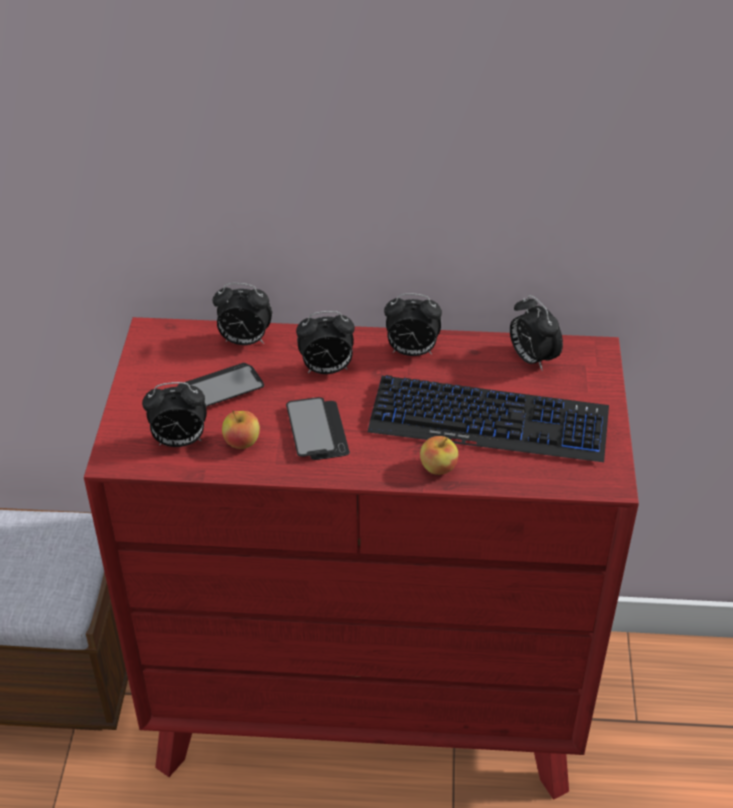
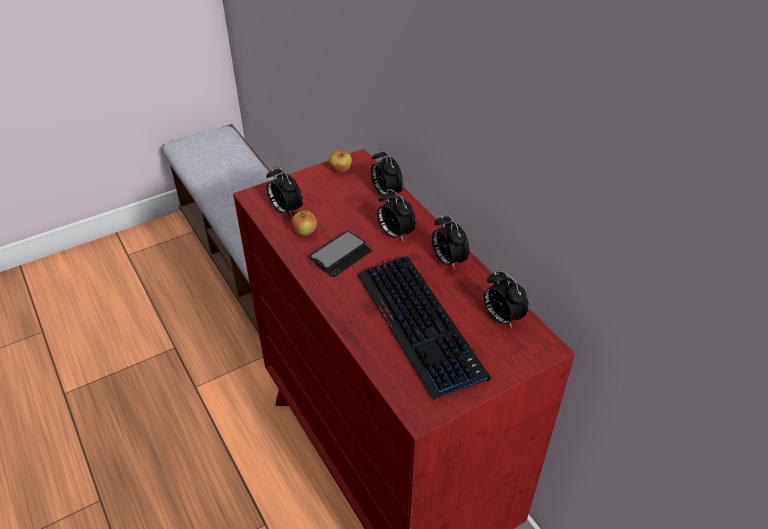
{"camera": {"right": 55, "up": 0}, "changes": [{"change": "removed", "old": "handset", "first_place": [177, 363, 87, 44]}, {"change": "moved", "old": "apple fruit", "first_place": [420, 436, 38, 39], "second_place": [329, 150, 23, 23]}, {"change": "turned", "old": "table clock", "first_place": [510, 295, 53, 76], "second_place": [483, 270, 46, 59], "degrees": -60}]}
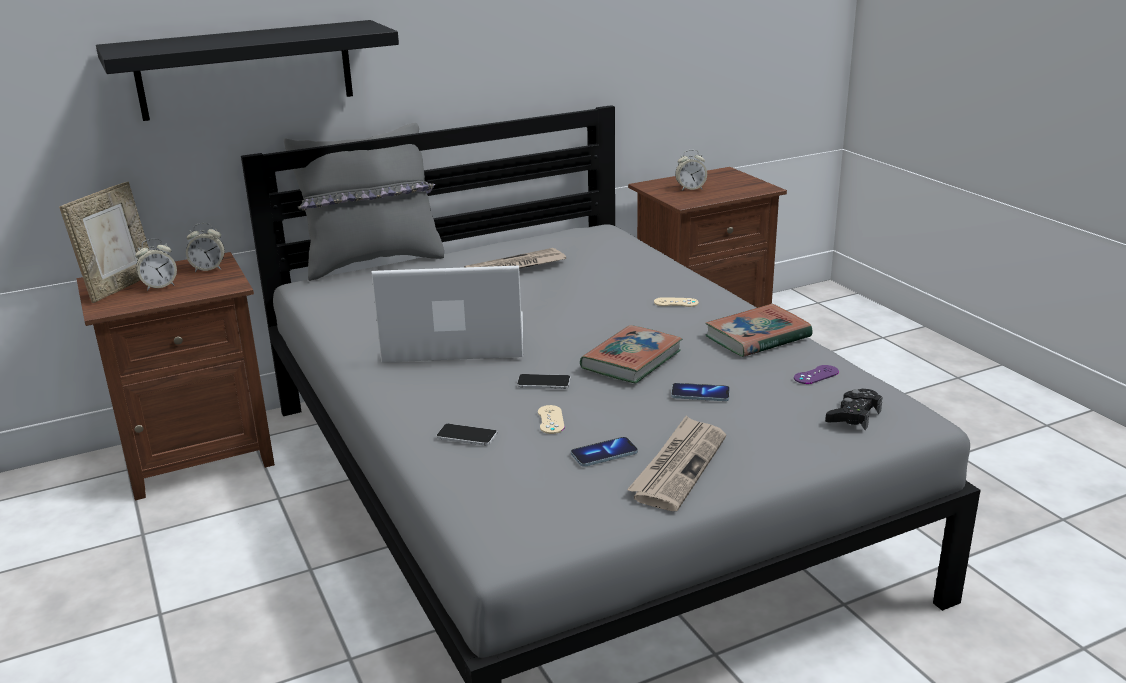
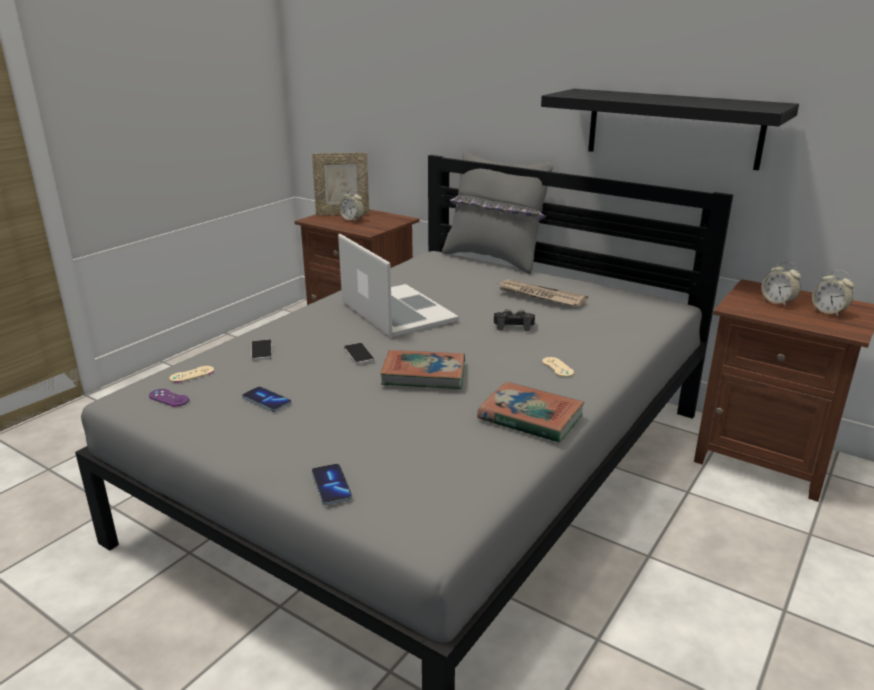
{"camera": {"right": 60, "up": 0}, "changes": [{"change": "moved", "old": "black-coloured bracket shelf", "first_place": [96, 20, 303, 101], "second_place": [541, 89, 258, 82]}, {"change": "moved", "old": "table clock", "first_place": [186, 223, 39, 49], "second_place": [812, 270, 42, 47]}, {"change": "moved", "old": "beige-coloured joypad", "first_place": [538, 405, 27, 29], "second_place": [169, 366, 45, 16]}, {"change": "removed", "old": "printed paper", "first_place": [627, 415, 99, 96]}, {"change": "moved", "old": "handset", "first_place": [671, 383, 59, 18], "second_place": [311, 464, 41, 41]}, {"change": "moved", "old": "purplish joypad", "first_place": [794, 365, 45, 19], "second_place": [149, 389, 40, 17]}, {"change": "moved", "old": "black-coloured joypad", "first_place": [825, 388, 57, 42], "second_place": [494, 309, 41, 22]}]}
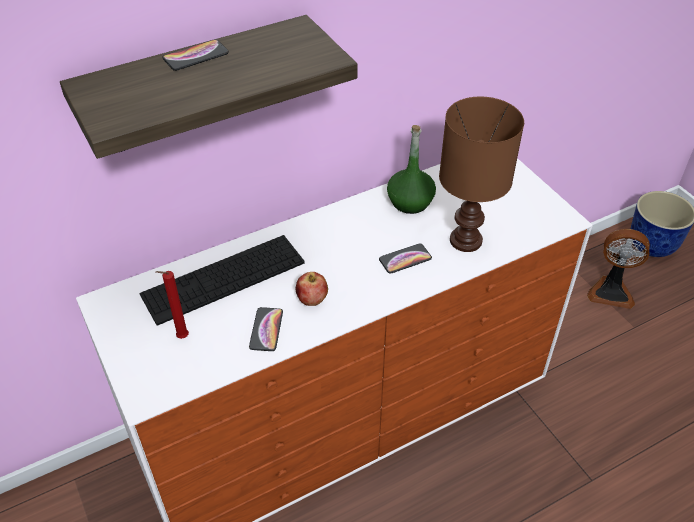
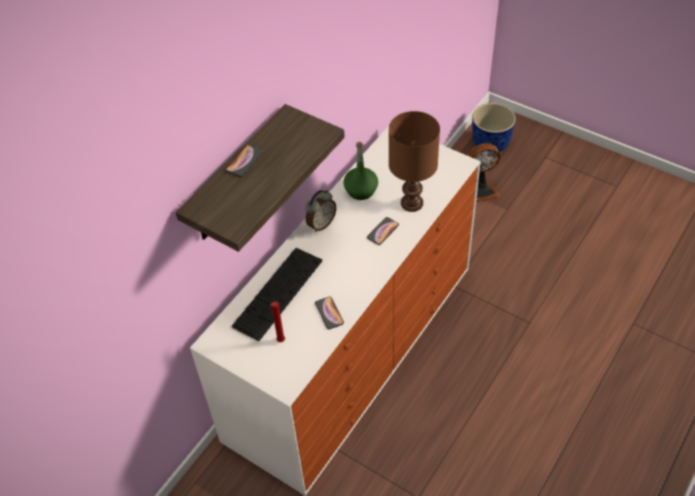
{"camera": {"right": -25, "up": 5}, "changes": [{"change": "removed", "old": "apple fruit", "first_place": [296, 272, 32, 34]}, {"change": "added", "new": "table clock", "second_place": [306, 190, 30, 42]}]}
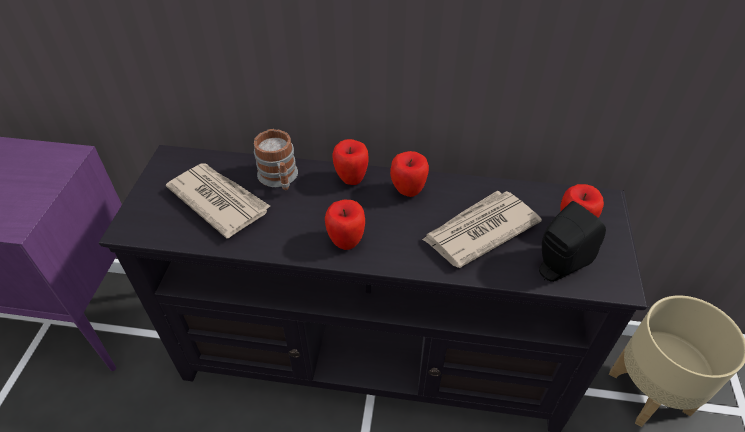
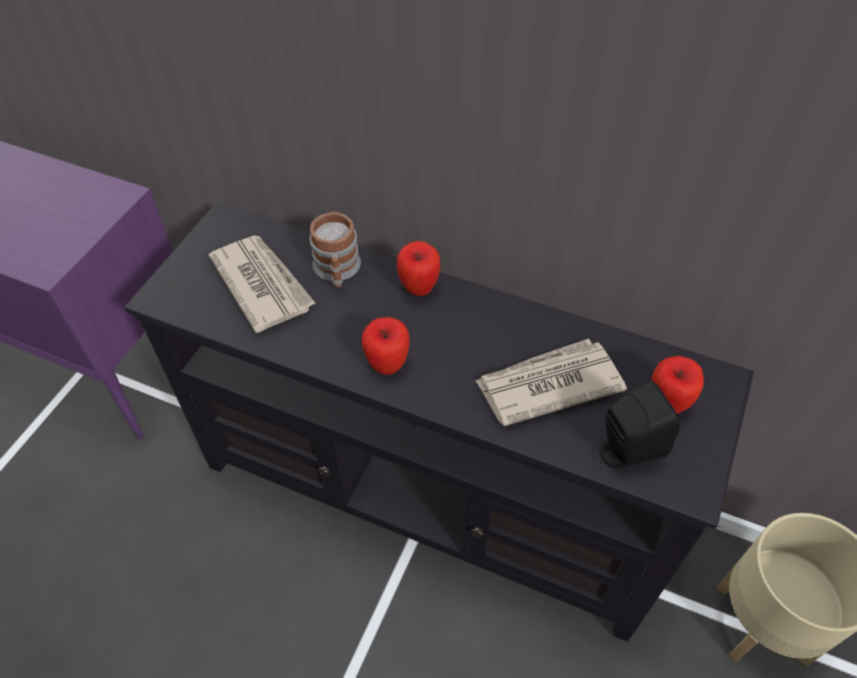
{"camera": {"right": 15, "up": 5}, "changes": [{"change": "removed", "old": "apple fruit", "first_place": [390, 151, 39, 46]}]}
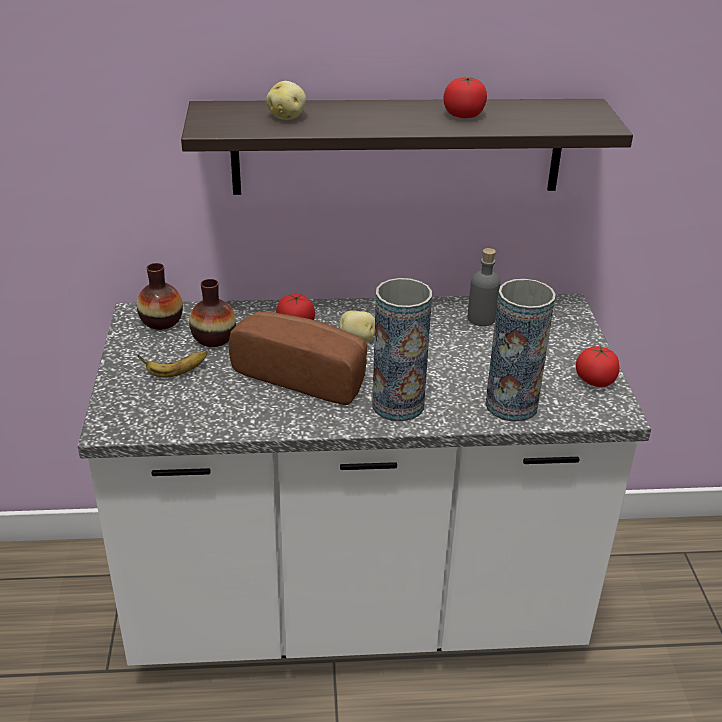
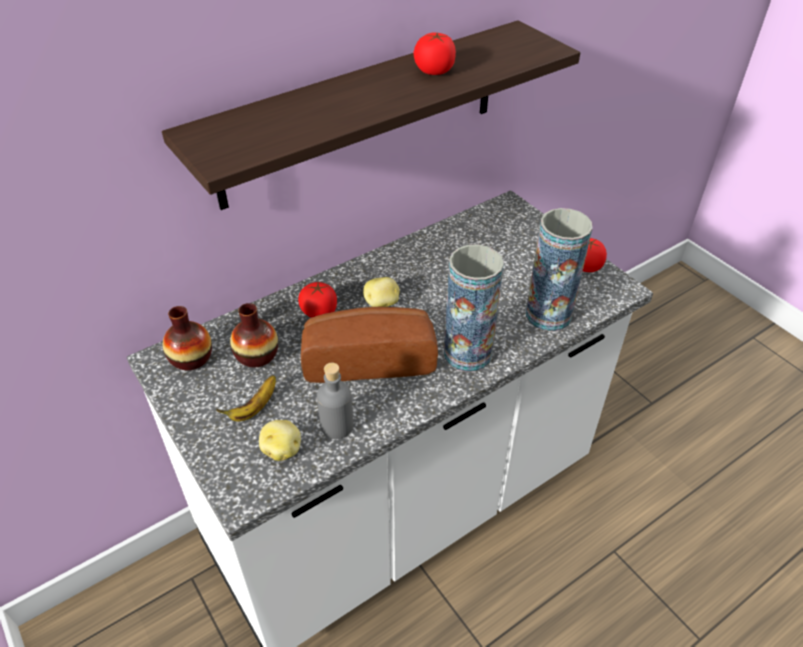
{"camera": {"right": -30, "up": 10}, "changes": [{"change": "moved", "old": "spud", "first_place": [266, 81, 40, 39], "second_place": [259, 420, 42, 41]}, {"change": "moved", "old": "greyish drink bottle", "first_place": [468, 248, 33, 78], "second_place": [317, 363, 36, 76]}]}
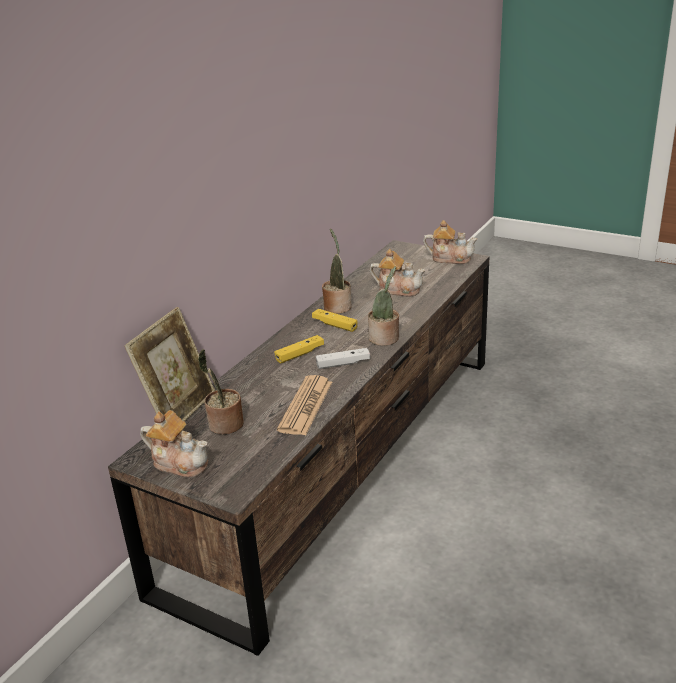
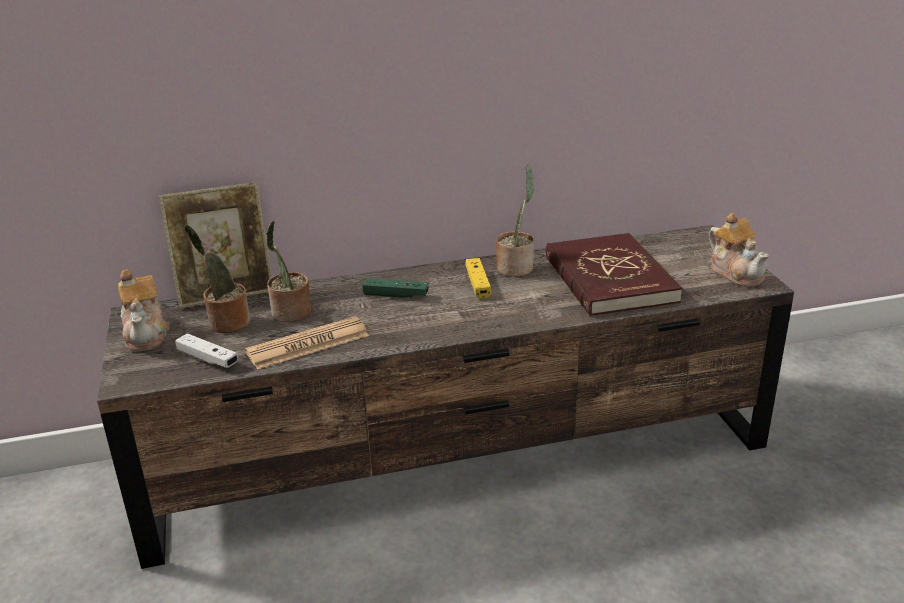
{"camera": {"right": 45, "up": 0}, "changes": [{"change": "recoloured", "old": "yellow-coloured joypad", "new": "green joypad", "first_place": [274, 335, 50, 28], "second_place": [362, 278, 67, 20]}, {"change": "moved", "old": "white joypad", "first_place": [316, 348, 54, 21], "second_place": [175, 333, 64, 35]}, {"change": "moved", "old": "houseplant", "first_place": [368, 266, 31, 80], "second_place": [266, 221, 45, 101]}, {"change": "replaced", "old": "tea pot", "new": "reddish book", "first_place": [370, 249, 55, 48], "second_place": [546, 233, 136, 83]}]}
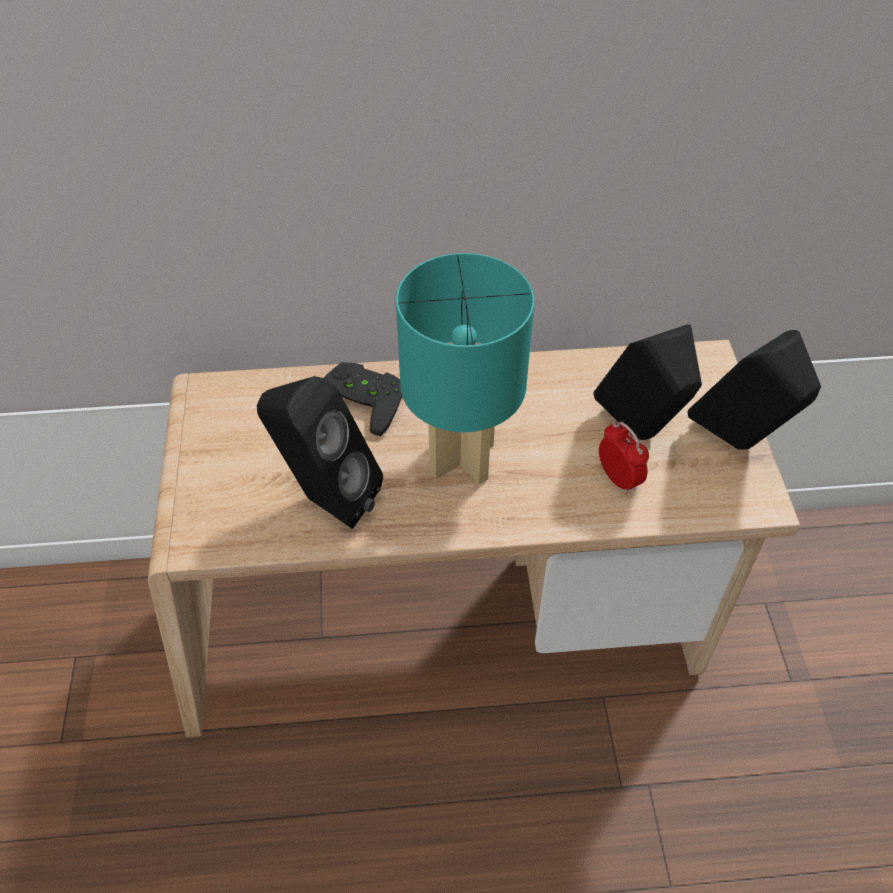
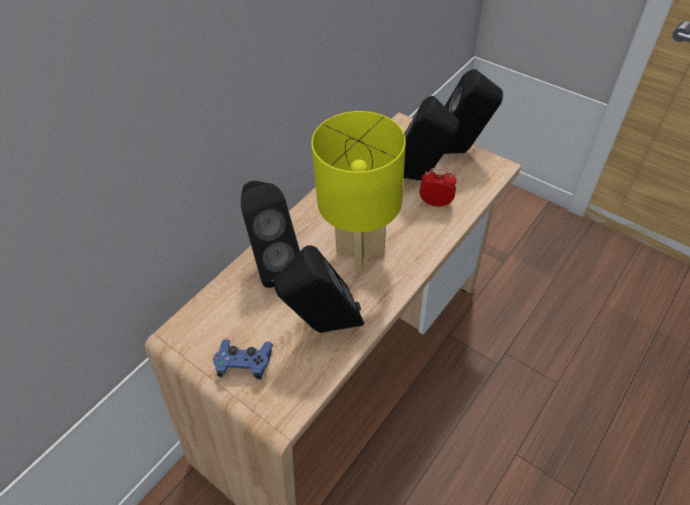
{"camera": {"right": -45, "up": 0}, "changes": [{"change": "replaced", "old": "black-coloured joypad", "new": "black-coloured speaker", "first_place": [324, 362, 78, 74], "second_place": [241, 181, 59, 107]}, {"change": "recoloured", "old": "turquoise table lamp", "new": "yellow-coloured table lamp", "first_place": [396, 253, 138, 231], "second_place": [311, 111, 95, 160]}, {"change": "added", "new": "blue-coloured joypad", "second_place": [213, 339, 60, 41]}]}
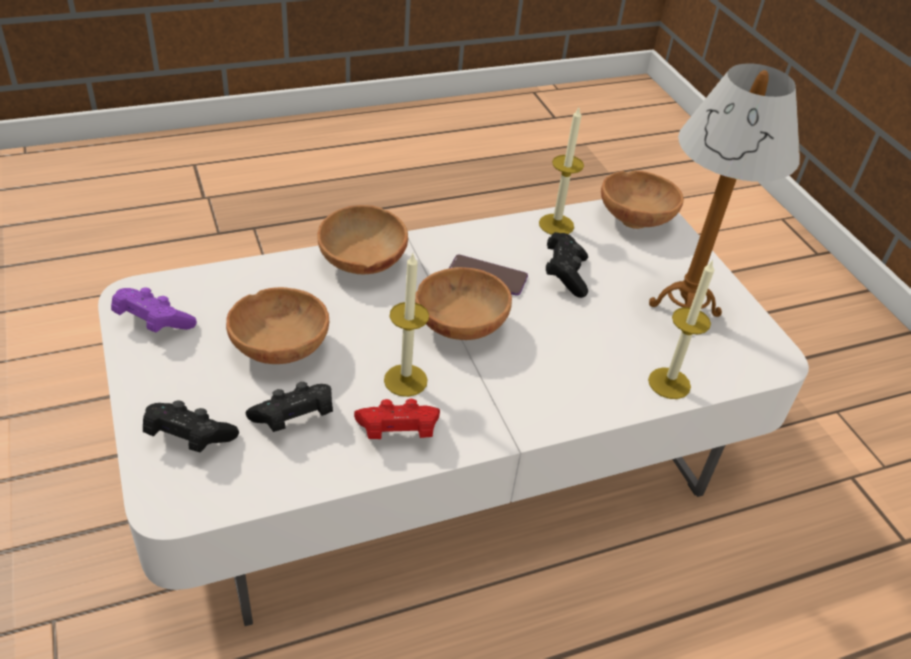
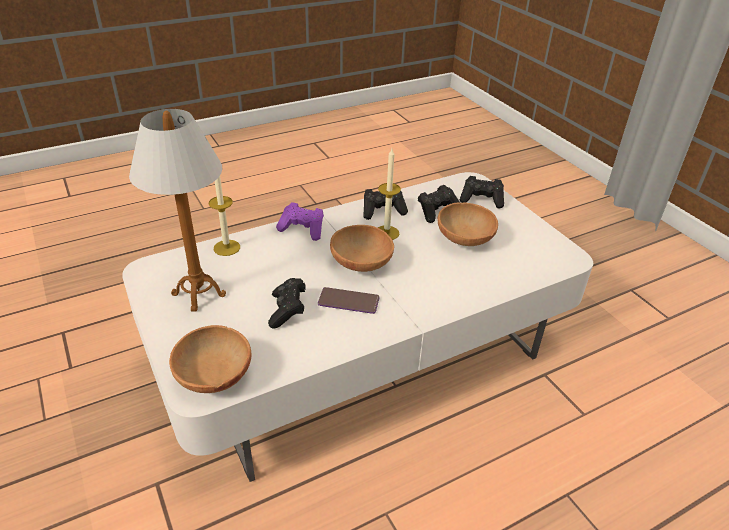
{"camera": {"right": 175, "up": -5}, "changes": [{"change": "moved", "old": "purplish joypad", "first_place": [111, 287, 86, 45], "second_place": [276, 202, 48, 39]}, {"change": "removed", "old": "brown serving bowl", "first_place": [317, 205, 91, 69]}, {"change": "recoloured", "old": "reddish joypad", "new": "black-coloured joypad", "first_place": [354, 399, 86, 40], "second_place": [364, 189, 44, 31]}, {"change": "removed", "old": "wax light", "first_place": [539, 108, 45, 127]}]}
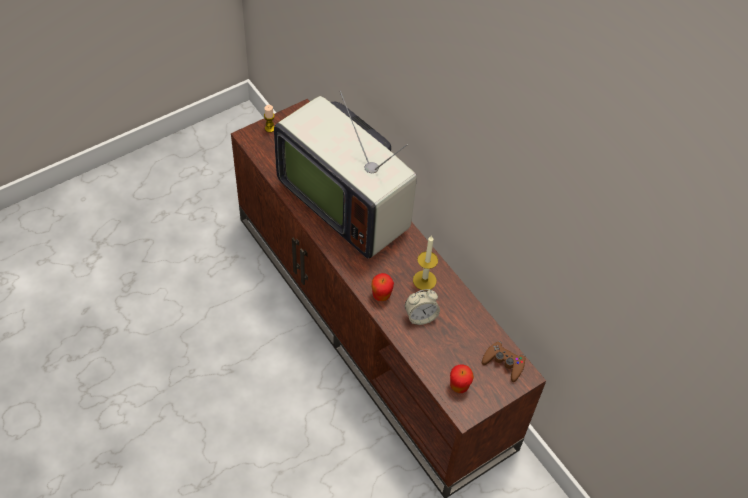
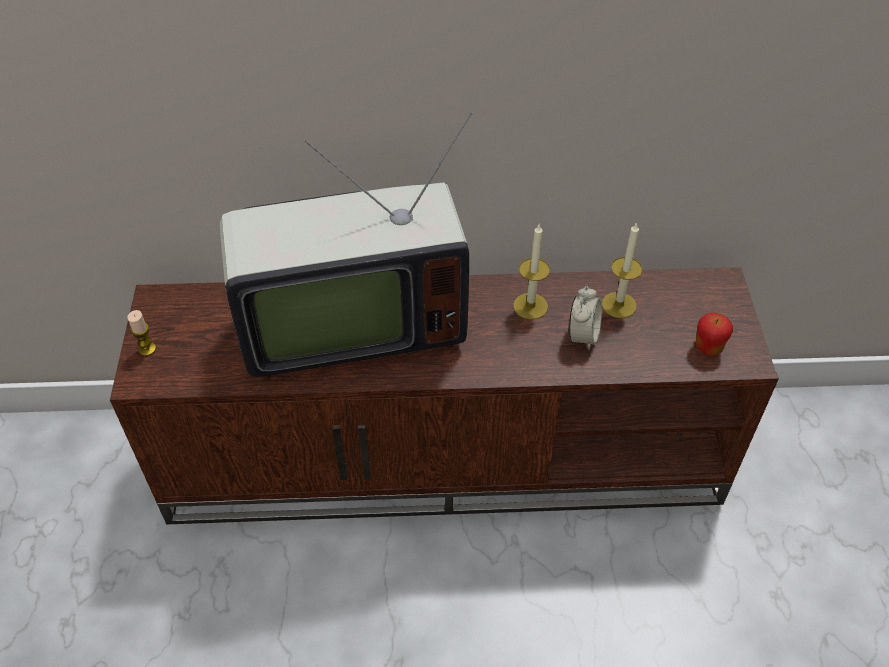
{"camera": {"right": -55, "up": -5}, "changes": [{"change": "removed", "old": "apple fruit", "first_place": [372, 273, 22, 28]}, {"change": "removed", "old": "brown joypad", "first_place": [482, 341, 43, 41]}, {"change": "added", "new": "wax light", "second_place": [602, 222, 40, 96]}]}
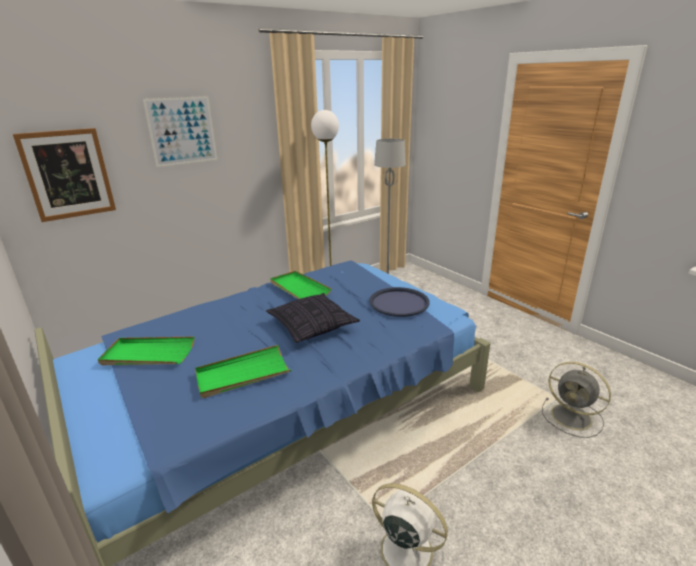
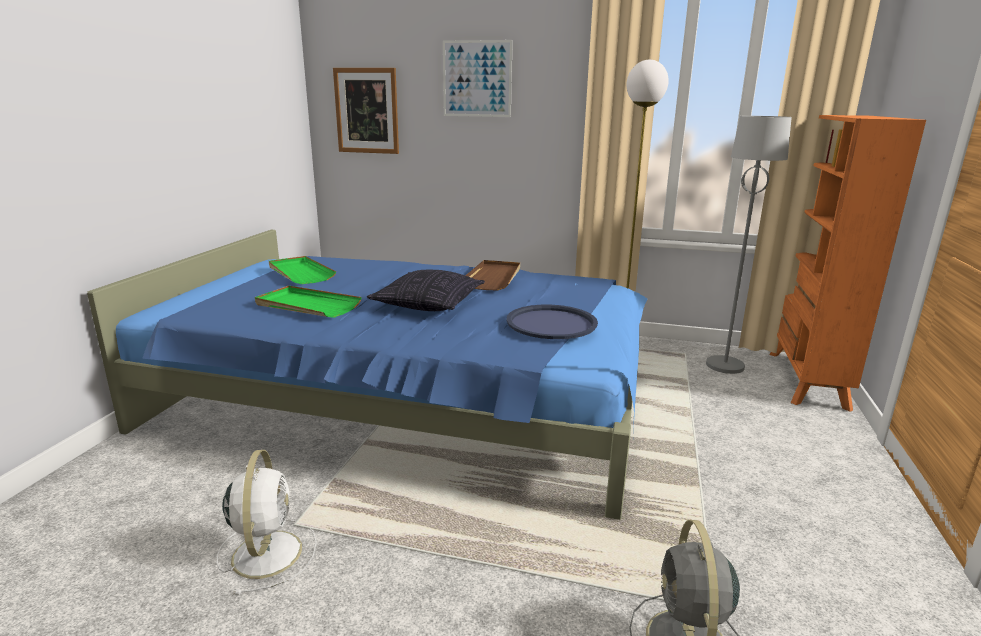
{"camera": {"right": 50, "up": -5}, "changes": [{"change": "recoloured", "old": "green serving tray", "new": "brown serving tray", "first_place": [270, 271, 62, 28], "second_place": [465, 260, 55, 30]}, {"change": "added", "new": "orange-coloured shelving unit", "second_place": [769, 115, 157, 297]}]}
